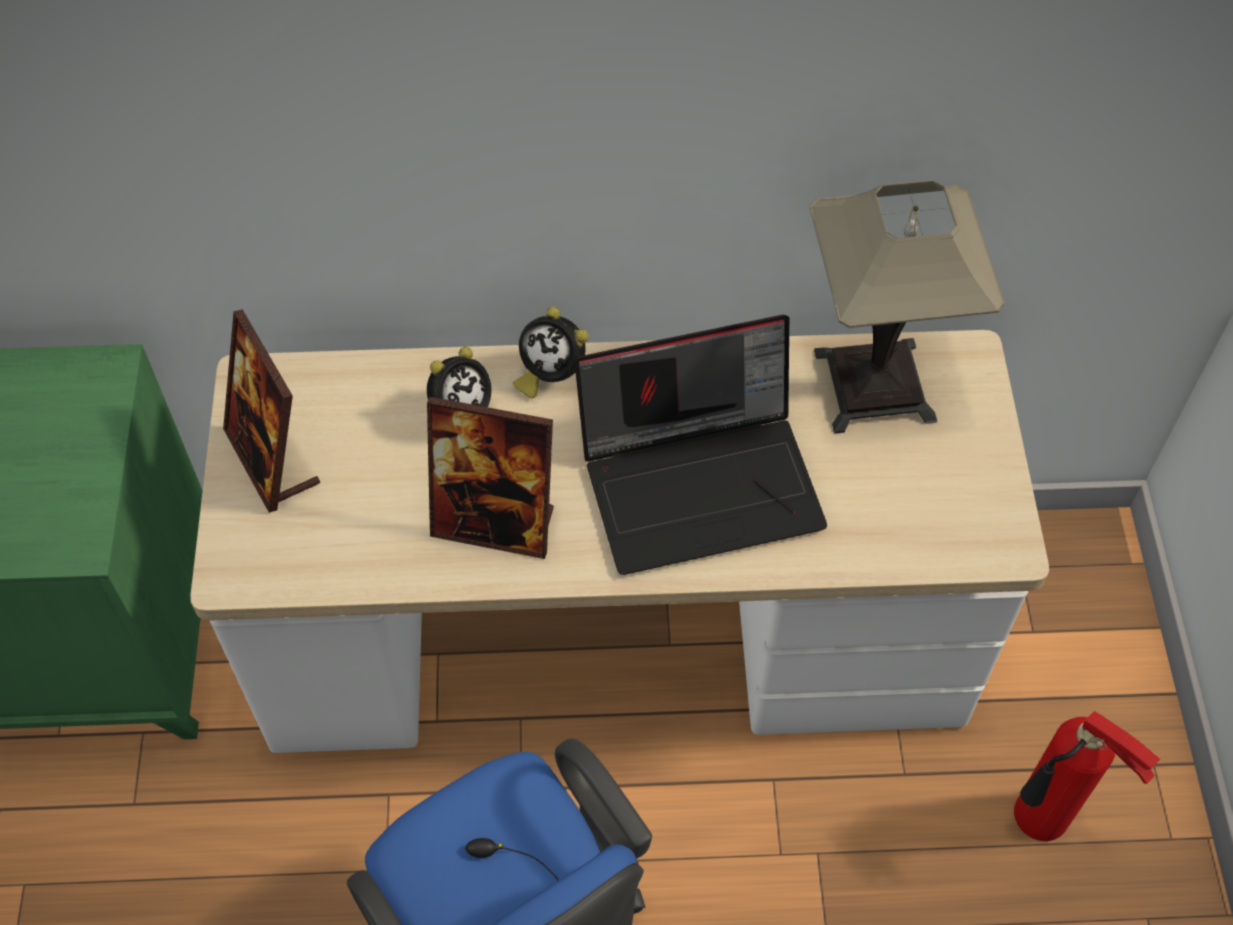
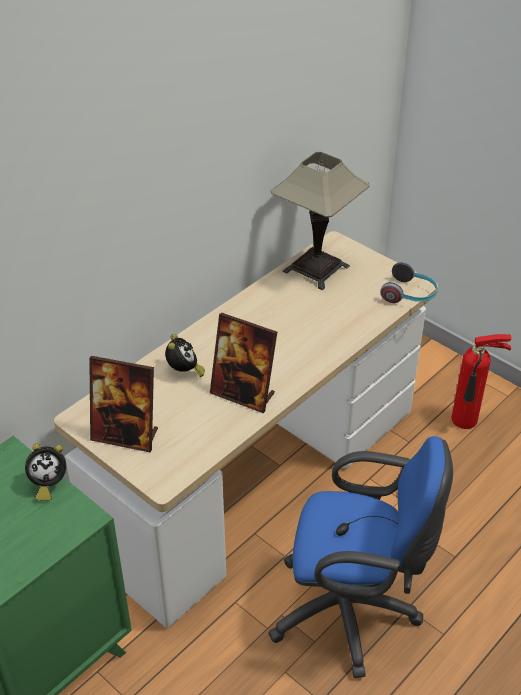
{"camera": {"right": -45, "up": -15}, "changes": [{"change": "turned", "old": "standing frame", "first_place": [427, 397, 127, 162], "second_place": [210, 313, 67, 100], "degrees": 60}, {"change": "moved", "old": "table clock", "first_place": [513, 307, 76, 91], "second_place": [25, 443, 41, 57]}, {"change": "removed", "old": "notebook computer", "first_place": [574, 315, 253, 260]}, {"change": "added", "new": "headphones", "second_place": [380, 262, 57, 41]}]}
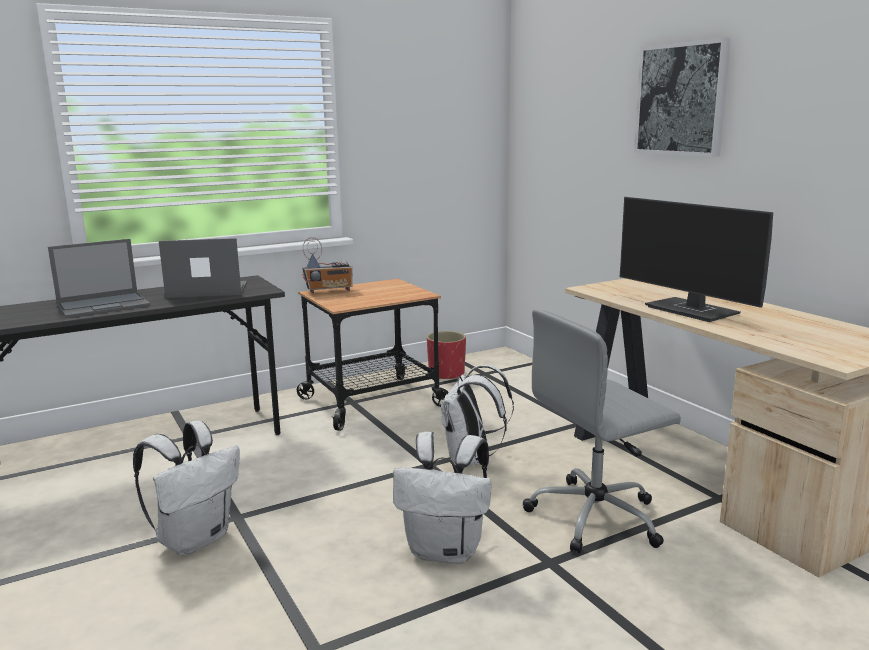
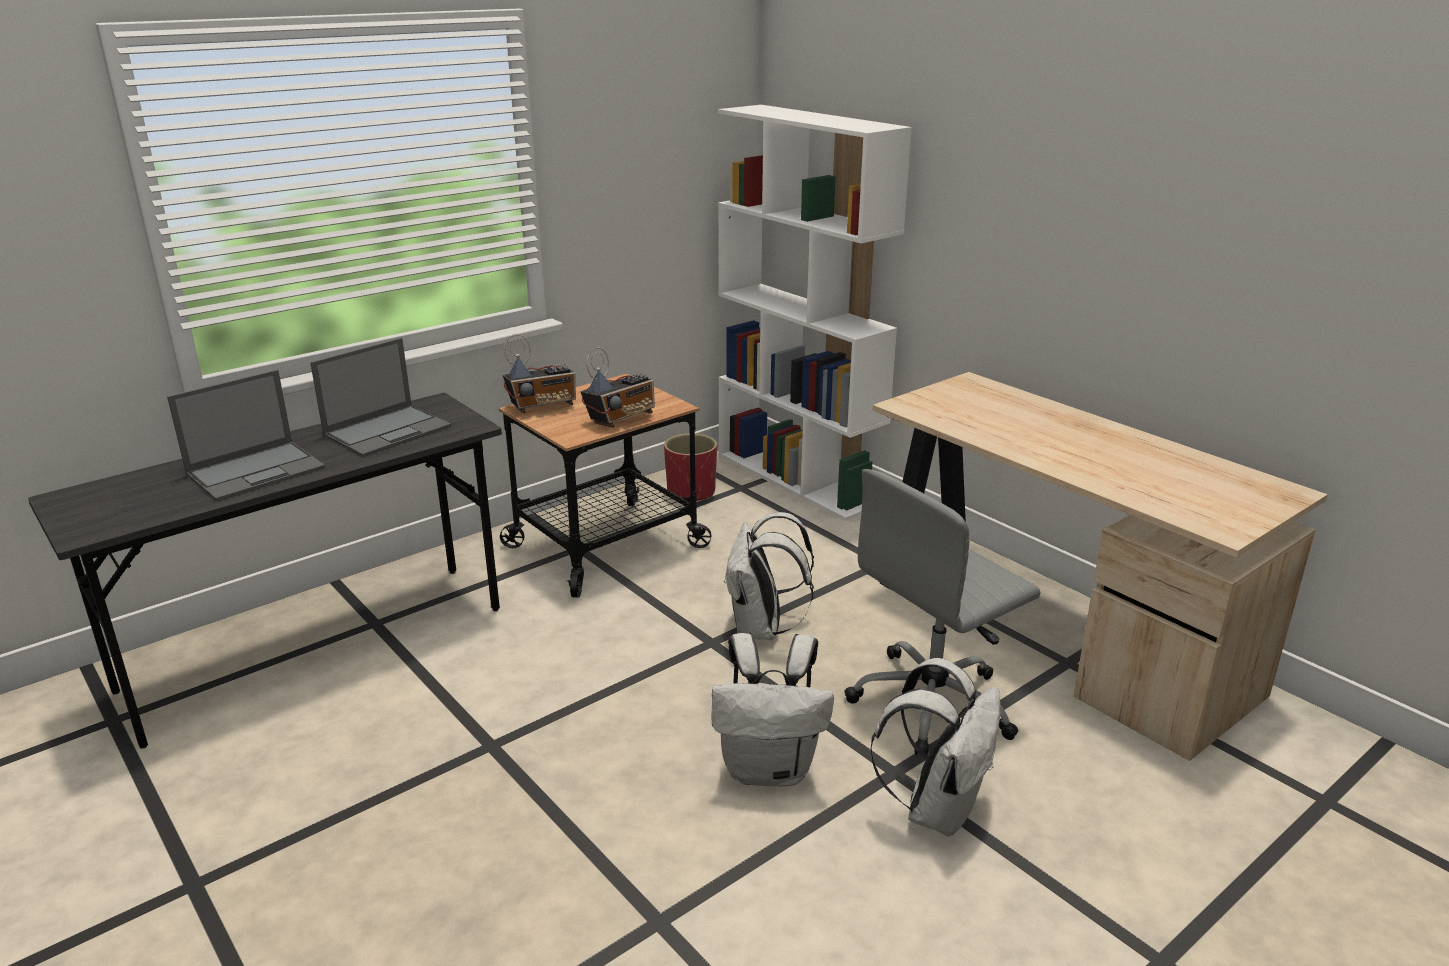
{"camera": {"right": -10, "up": 10}, "changes": [{"change": "moved", "old": "white backpack", "first_place": [133, 421, 107, 134], "second_place": [870, 658, 131, 178]}, {"change": "turned", "old": "notebook computer", "first_place": [159, 238, 88, 60], "second_place": [310, 338, 141, 119], "degrees": 150}, {"change": "removed", "old": "computer screen", "first_place": [620, 197, 153, 125]}, {"change": "removed", "old": "wall picture", "first_place": [634, 38, 97, 119]}, {"change": "added", "new": "radio set", "second_place": [581, 347, 74, 80]}, {"change": "added", "new": "white shelving unit", "second_place": [718, 105, 194, 416]}]}
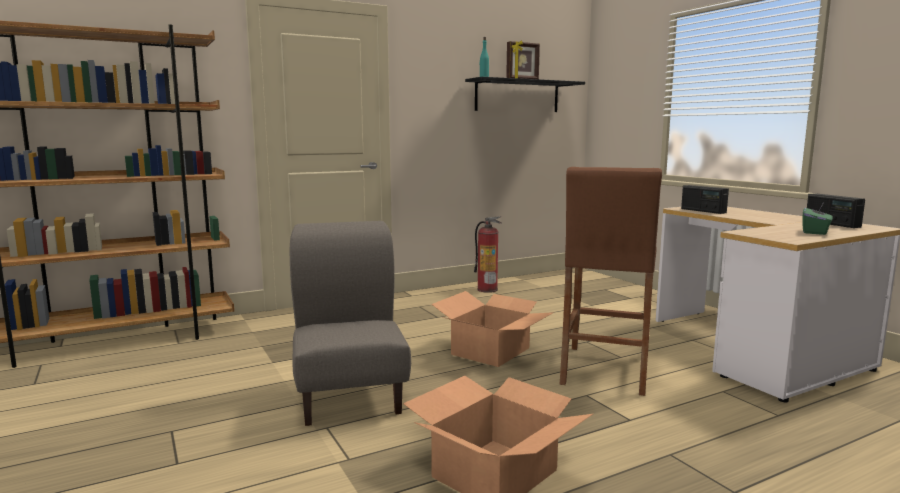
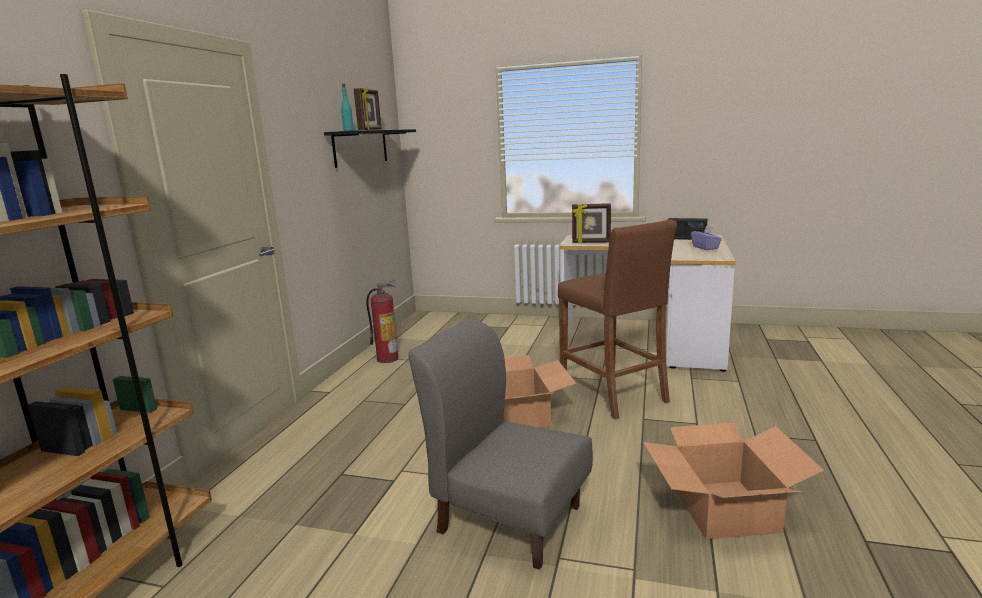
{"camera": {"right": -45, "up": 5}, "changes": [{"change": "replaced", "old": "radio set", "new": "standing frame", "first_place": [681, 185, 48, 29], "second_place": [572, 203, 39, 40]}, {"change": "recoloured", "old": "green box of tissues", "new": "purplish box of tissues", "first_place": [802, 204, 31, 31], "second_place": [691, 225, 31, 25]}]}
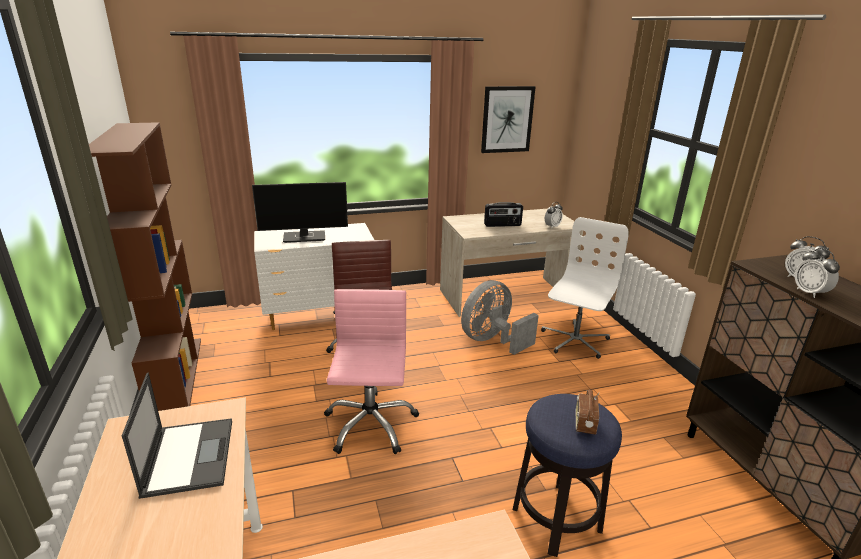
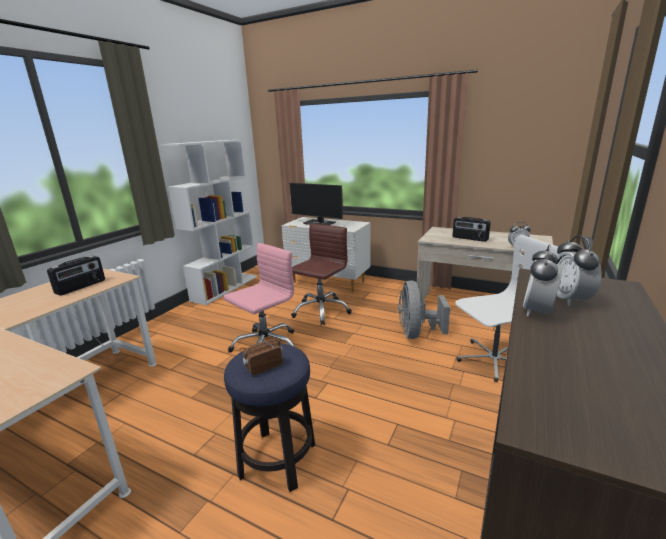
{"camera": {"right": 45, "up": -5}, "changes": [{"change": "recoloured", "old": "brown shelving unit", "new": "white shelving unit", "first_place": [89, 122, 112, 289], "second_place": [160, 140, 97, 165]}, {"change": "replaced", "old": "notebook computer", "new": "radio set", "first_place": [122, 373, 110, 126], "second_place": [47, 256, 58, 40]}, {"change": "turned", "old": "greyish fan", "first_place": [461, 280, 78, 75], "second_place": [398, 281, 52, 58], "degrees": -90}, {"change": "removed", "old": "wall picture", "first_place": [481, 86, 55, 67]}]}
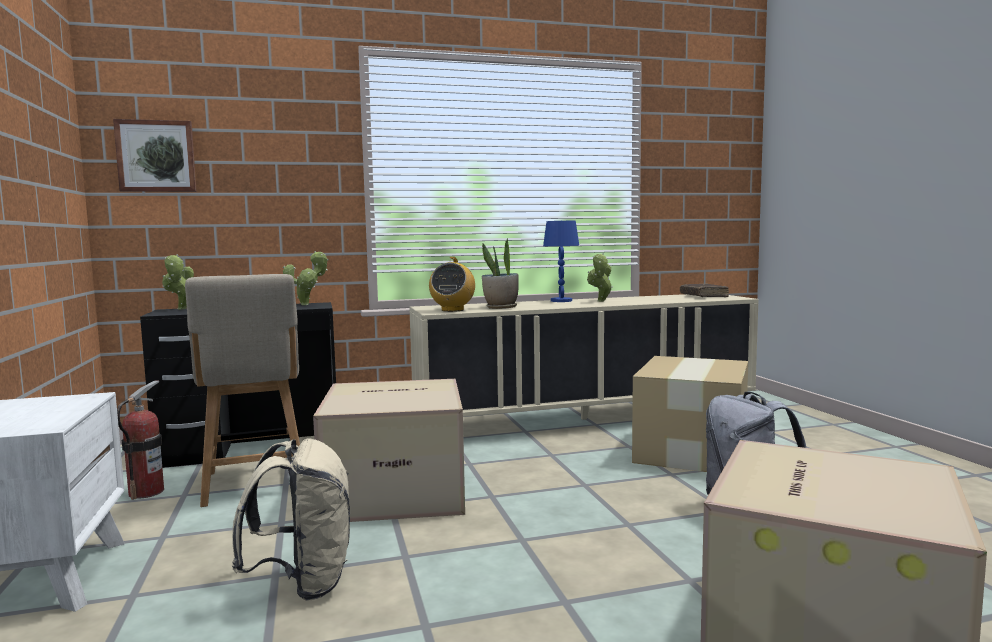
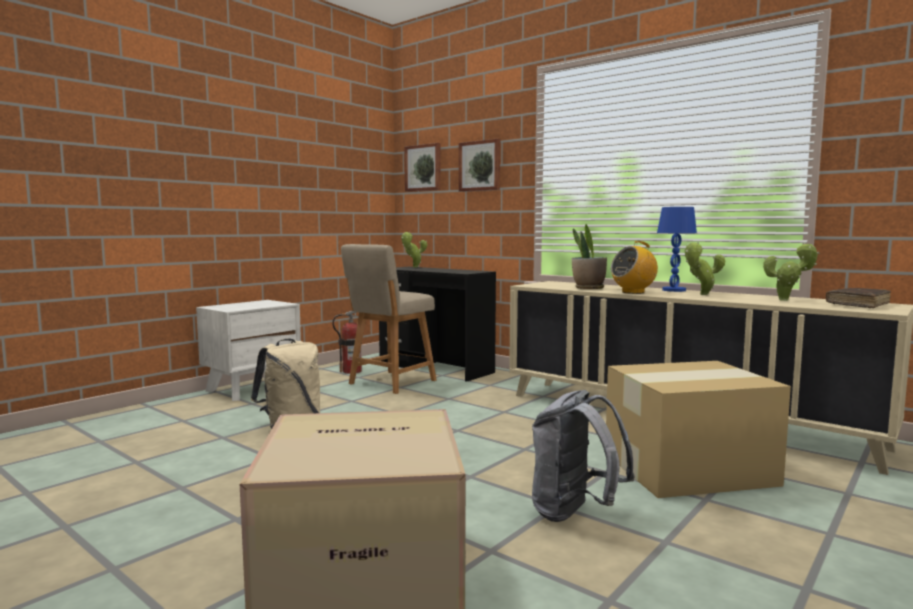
{"camera": {"right": 55, "up": 0}, "changes": [{"change": "moved", "old": "houseplant", "first_place": [283, 251, 46, 54], "second_place": [763, 243, 57, 58]}, {"change": "removed", "old": "cardboard box", "first_place": [313, 379, 152, 143]}, {"change": "moved", "old": "radio set", "first_place": [429, 257, 46, 55], "second_place": [611, 241, 47, 53]}, {"change": "added", "new": "wall picture", "second_place": [459, 139, 41, 53]}]}
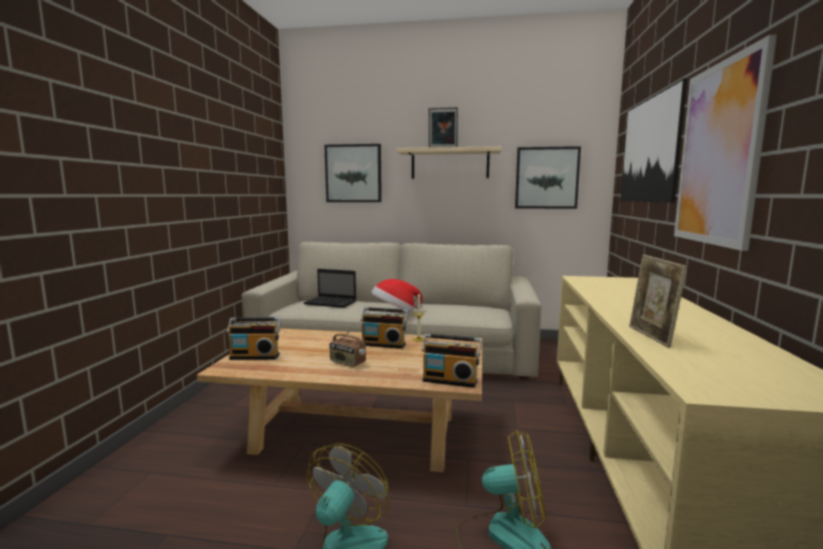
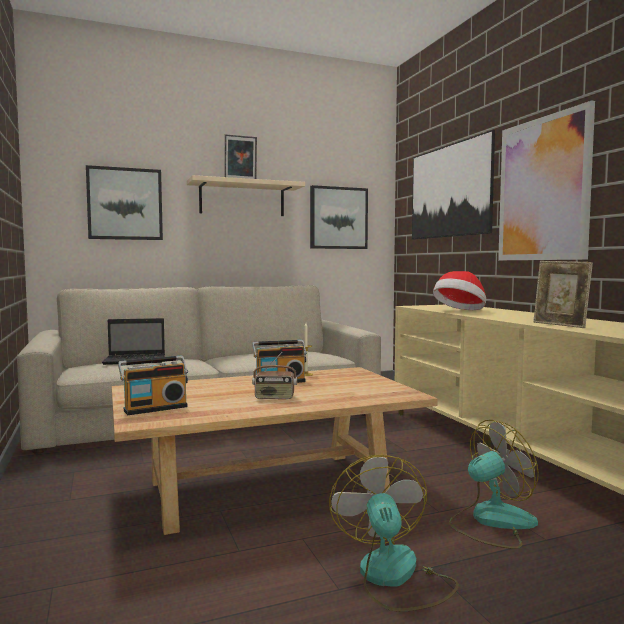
{"camera": {"right": -30, "up": -5}, "changes": [{"change": "moved", "old": "wearable hat", "first_place": [371, 279, 51, 33], "second_place": [433, 271, 53, 39]}, {"change": "removed", "old": "radio set", "first_place": [421, 334, 61, 54]}]}
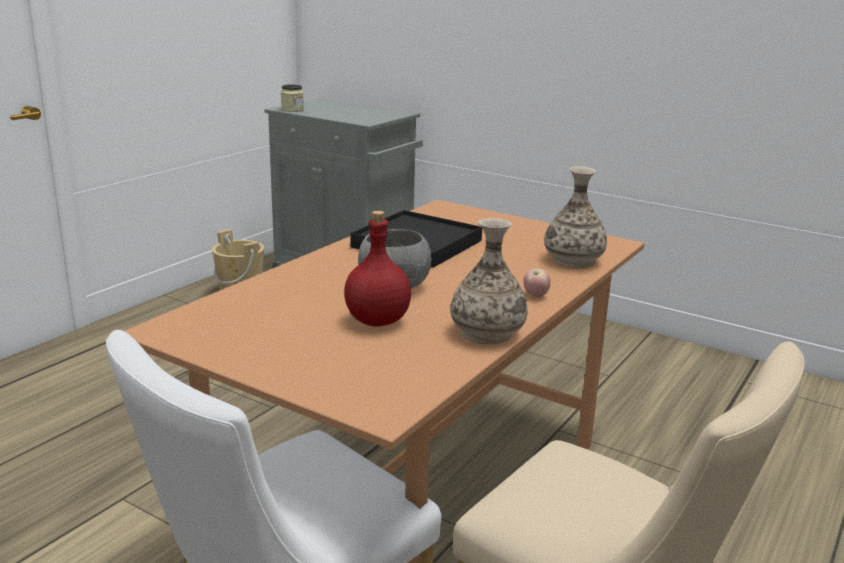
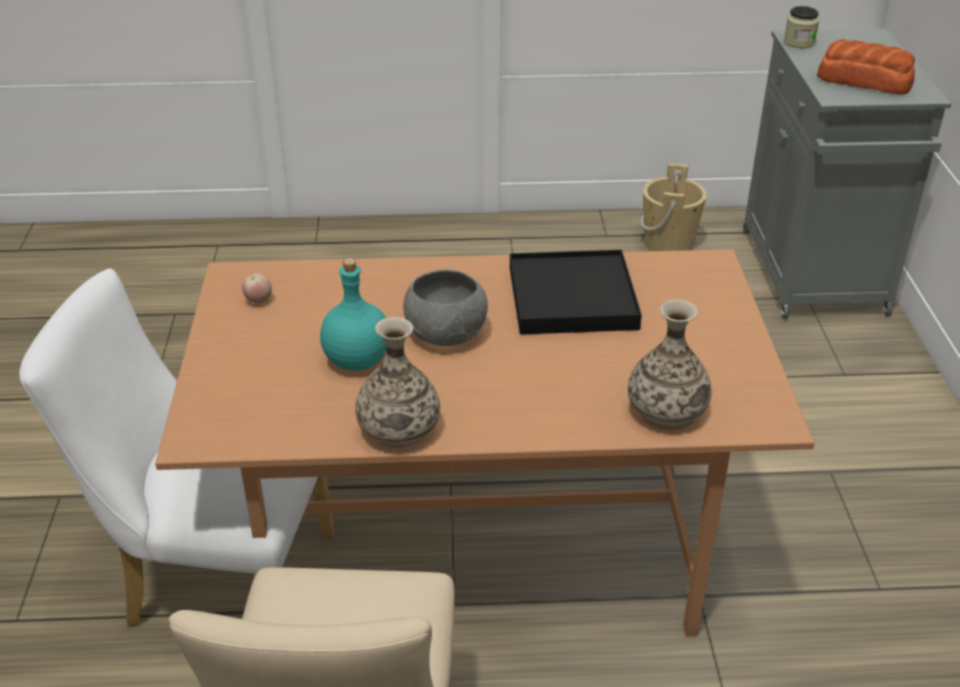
{"camera": {"right": 55, "up": 15}, "changes": [{"change": "recoloured", "old": "reddish drink bottle", "new": "turquoise drink bottle", "first_place": [344, 211, 67, 116], "second_place": [320, 258, 66, 113]}, {"change": "moved", "old": "apple fruit", "first_place": [523, 268, 28, 29], "second_place": [242, 273, 30, 31]}, {"change": "added", "new": "baked bread", "second_place": [817, 39, 98, 55]}]}
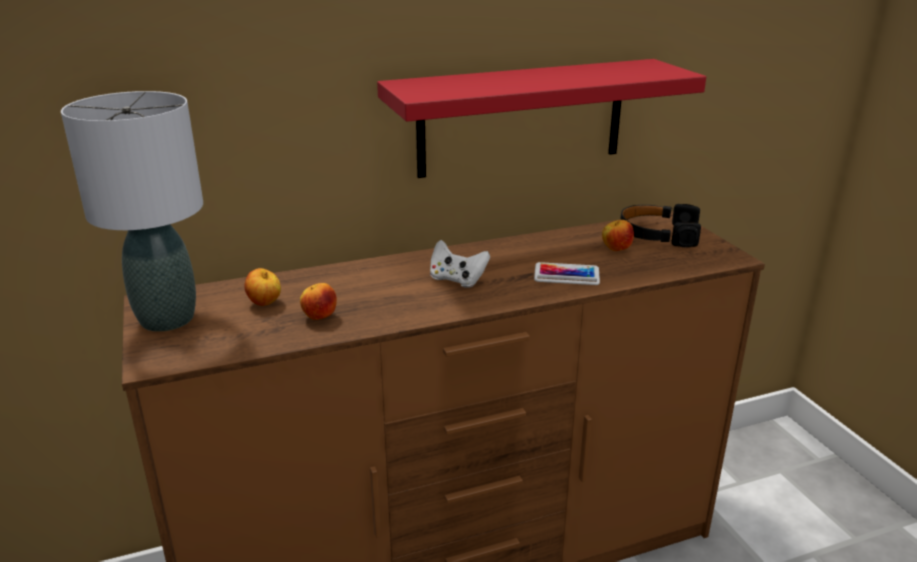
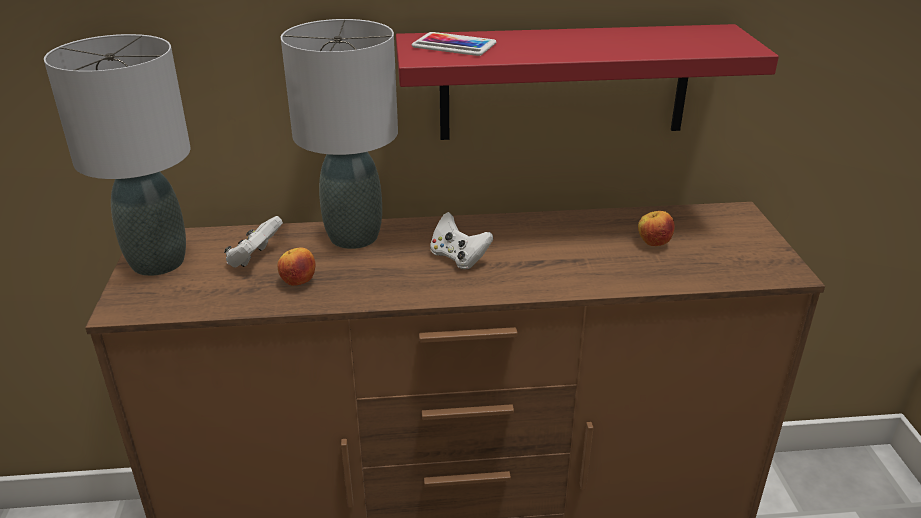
{"camera": {"right": 15, "up": 5}, "changes": [{"change": "replaced", "old": "apple fruit", "new": "white joypad", "first_place": [244, 268, 37, 38], "second_place": [224, 216, 59, 52]}, {"change": "moved", "old": "handset", "first_place": [534, 262, 66, 23], "second_place": [412, 32, 85, 24]}, {"change": "removed", "old": "black-coloured headphones", "first_place": [620, 204, 81, 43]}, {"change": "added", "new": "greyish table lamp", "second_place": [281, 19, 117, 230]}]}
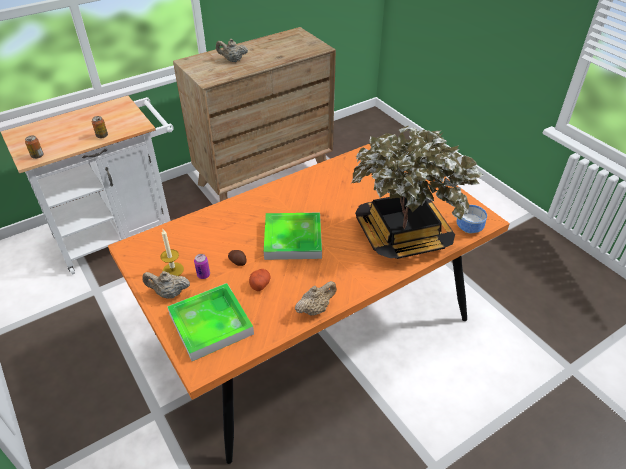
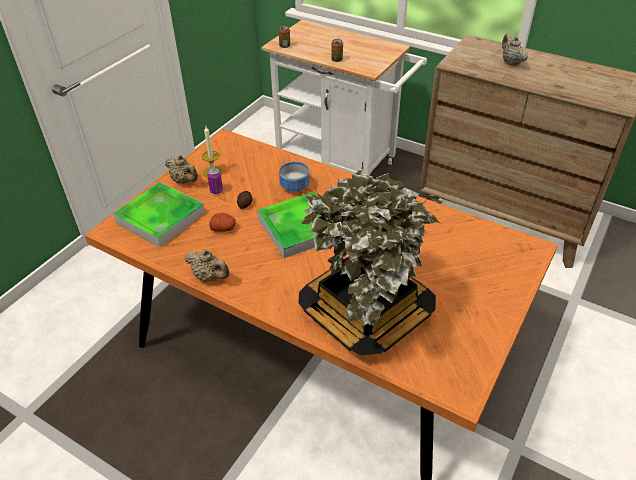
{"camera": {"right": 65, "up": 0}, "changes": [{"change": "turned", "old": "beige-coloured tea pot", "first_place": [143, 271, 47, 27], "second_place": [165, 155, 33, 29], "degrees": 150}, {"change": "moved", "old": "serving bowl", "first_place": [457, 205, 30, 28], "second_place": [279, 162, 31, 30]}]}
